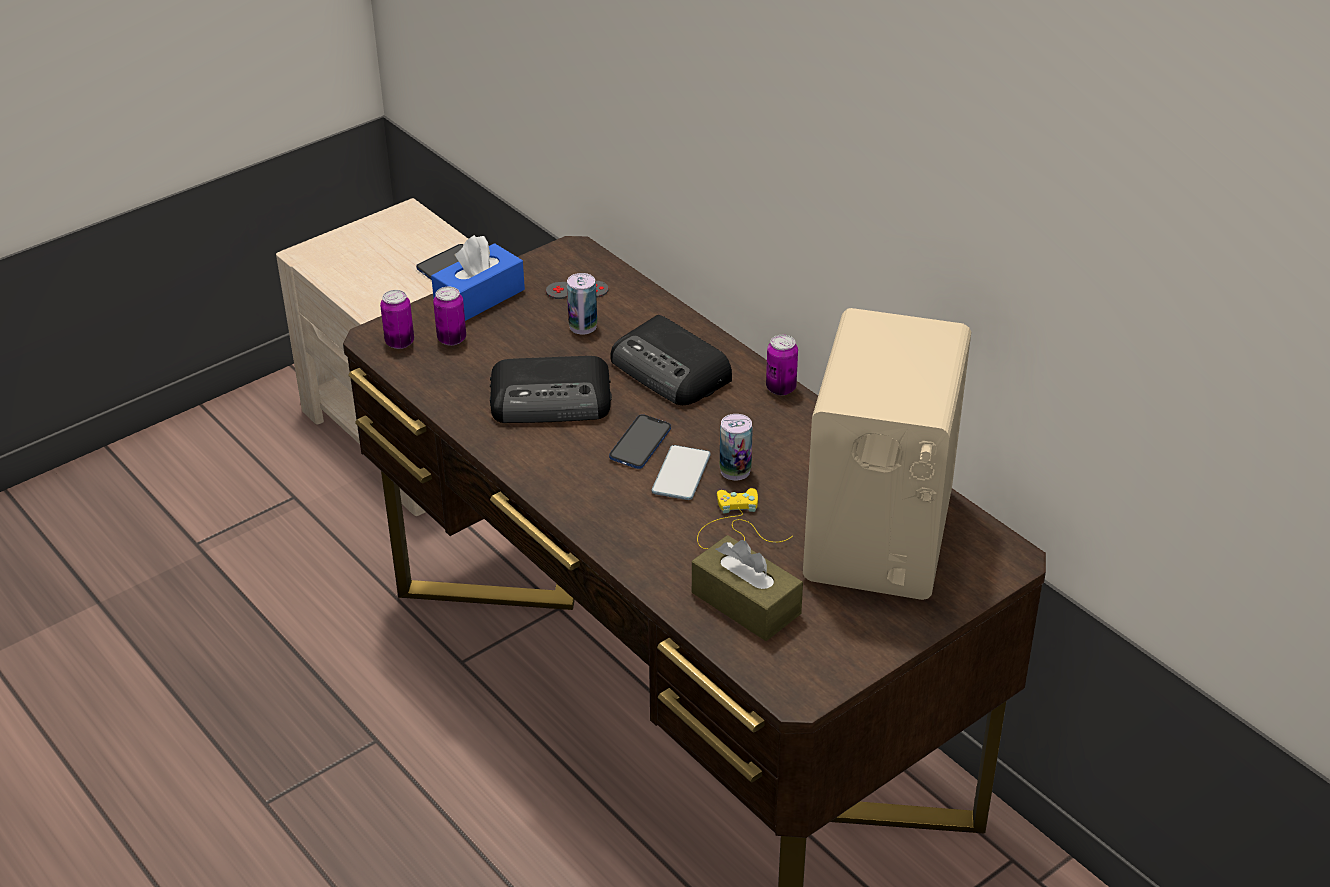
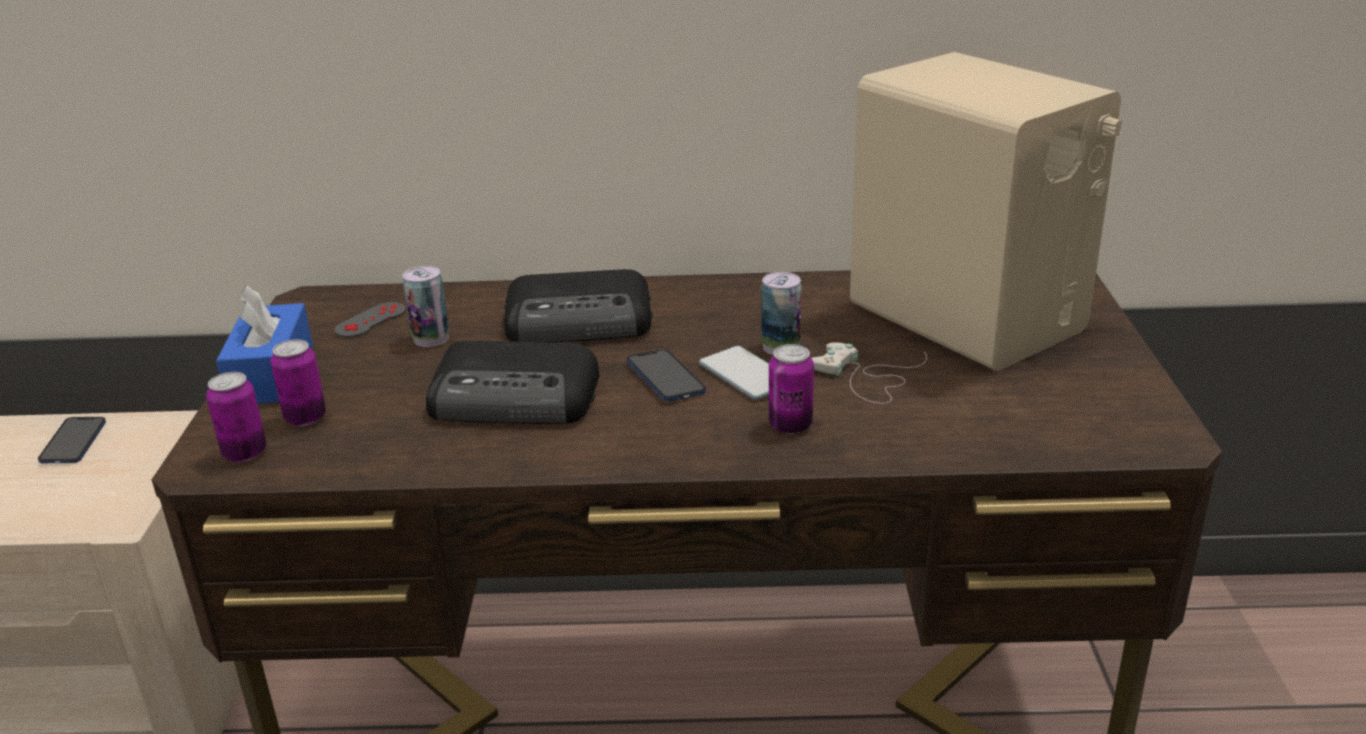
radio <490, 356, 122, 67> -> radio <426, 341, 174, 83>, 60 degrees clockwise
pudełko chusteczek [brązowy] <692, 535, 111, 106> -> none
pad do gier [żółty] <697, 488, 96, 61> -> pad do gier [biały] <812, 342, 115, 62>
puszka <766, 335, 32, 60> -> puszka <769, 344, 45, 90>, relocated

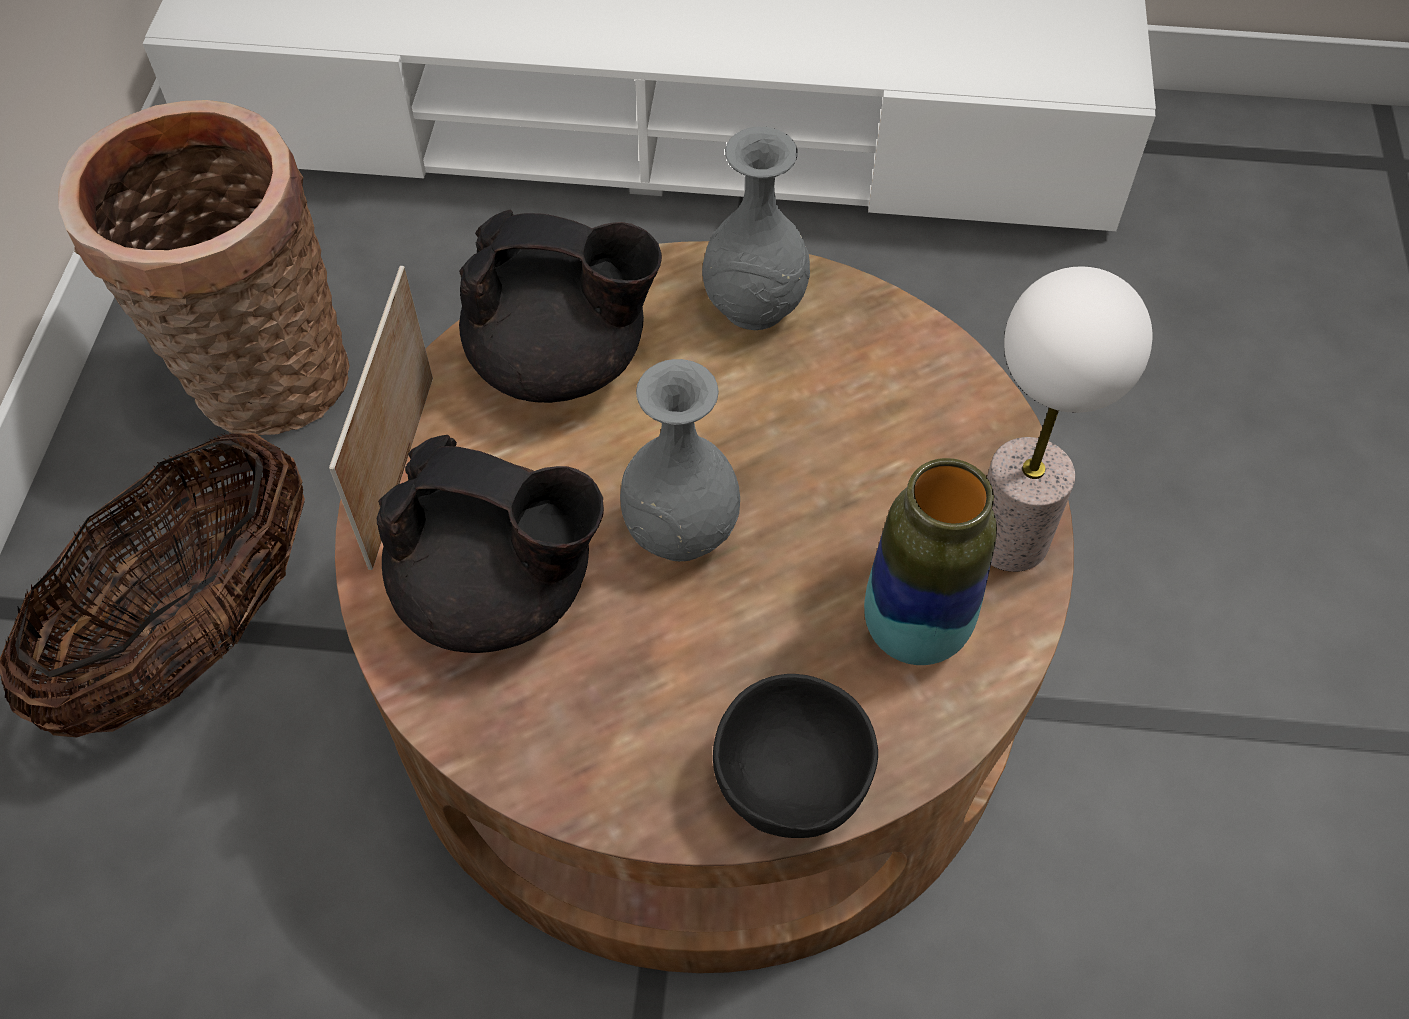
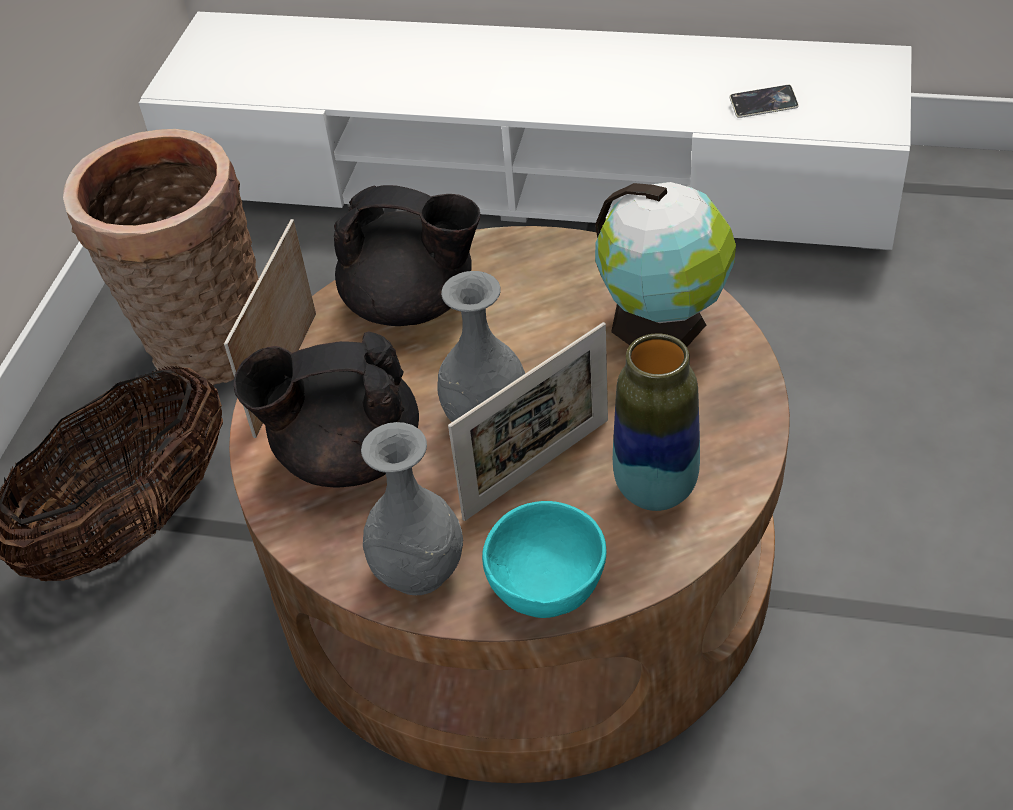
imbryk [czarny] <377, 435, 227, 218> -> imbryk [czarny] <234, 331, 185, 156>, 150 degrees clockwise
wazon [szary] <702, 127, 108, 203> -> wazon [szary] <361, 422, 102, 173>, relocated
miska [czarny] <713, 674, 165, 164> -> miska [turkusowy] <482, 501, 124, 117>
lampa stołowa <987, 266, 166, 306> -> none
none -> ramka na zdjęcie <448, 322, 160, 199>
none -> globus <595, 182, 141, 165>
none -> telefon <730, 85, 69, 33>

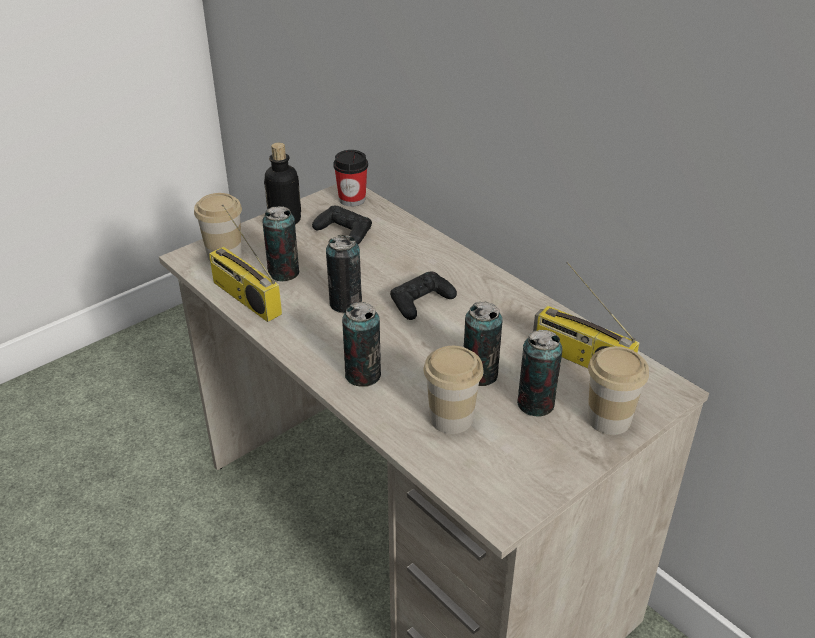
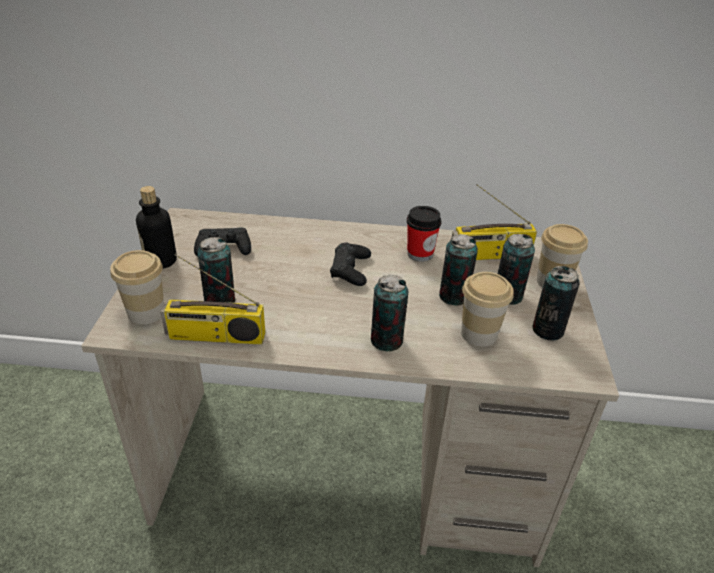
puszka <326, 235, 36, 78> -> puszka <533, 266, 47, 75>, relocated
filiżanka <333, 150, 35, 57> -> filiżanka <407, 206, 35, 56>, relocated

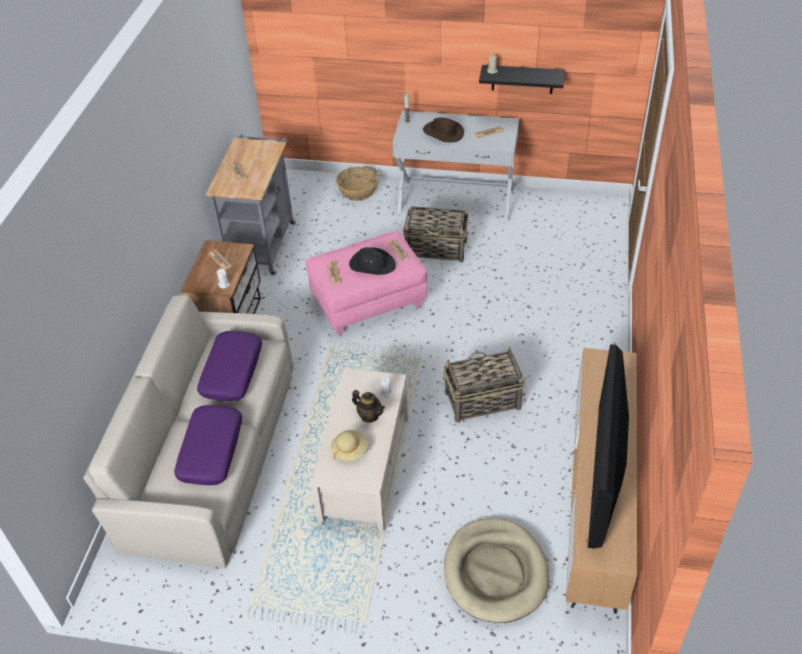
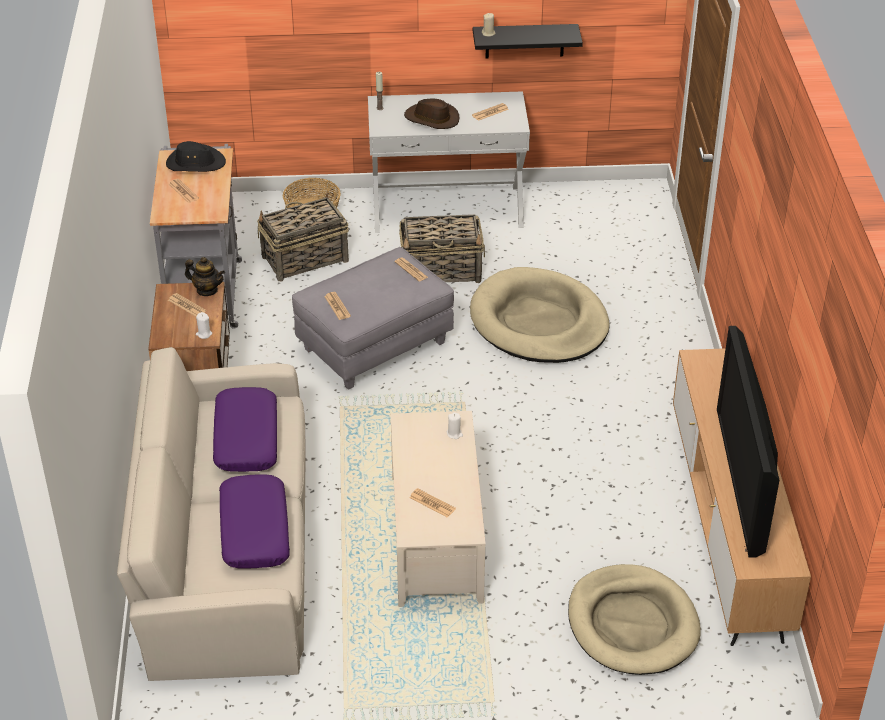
pufa [różowy] <306, 230, 121, 106> -> pufa [szary] <292, 247, 162, 143>
kapelusz [beżowy] <331, 430, 37, 31> -> gazeta <409, 488, 47, 30>
kapelusz [czarny] <349, 247, 47, 28> -> kapelusz [czarny] <166, 141, 60, 31>, relocated
imbryk <352, 390, 33, 33> -> imbryk <185, 257, 40, 39>, relocated
koszyk <443, 347, 82, 76> -> koszyk <257, 193, 92, 88>, relocated
none -> legowisko [beżowy] <470, 267, 139, 96>

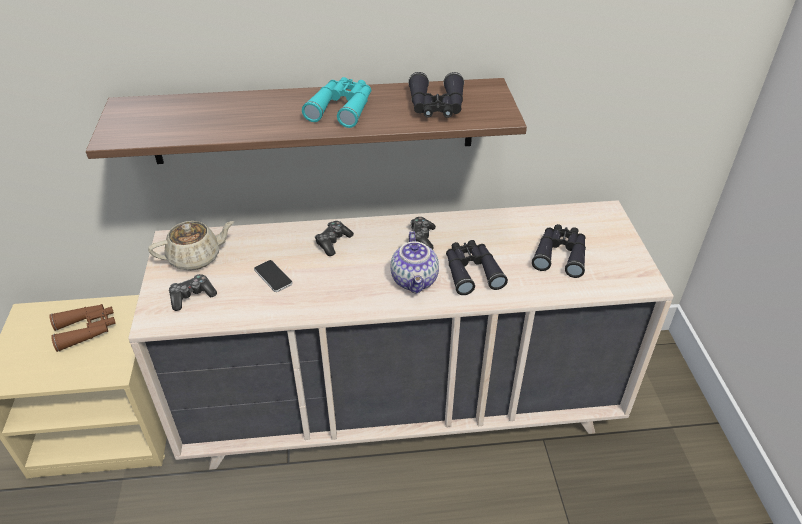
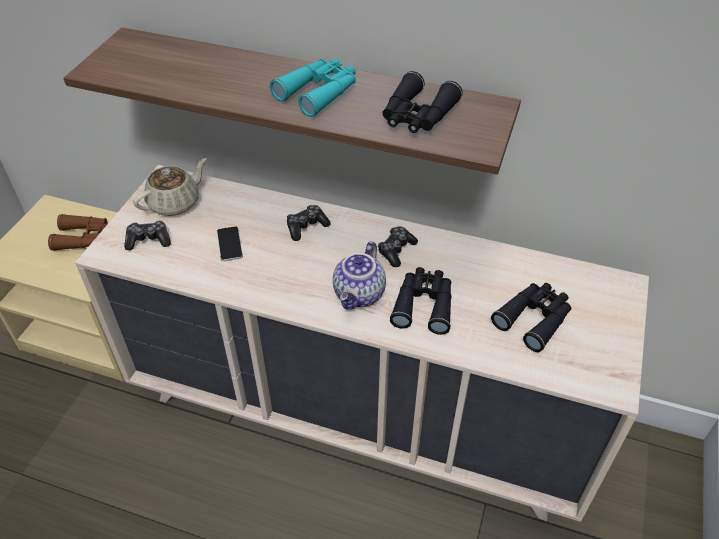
imbryk [beżowy] <148, 221, 87, 50> -> imbryk [beżowy] <133, 158, 74, 58>, 45 degrees counterclockwise

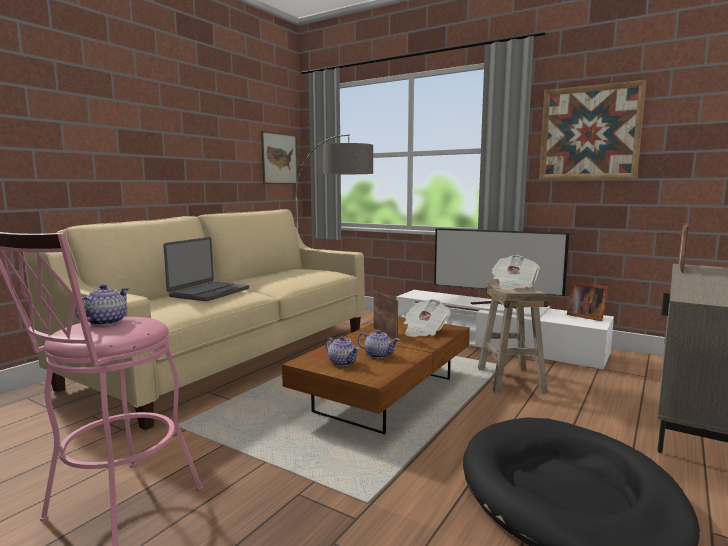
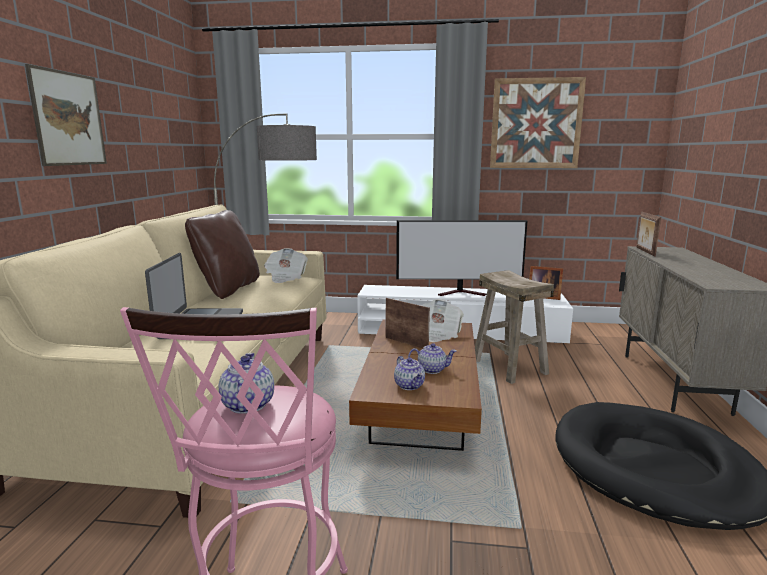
obraz <261, 131, 37, 53> -> obraz <25, 64, 82, 102>, relocated
imbryk <326, 336, 33, 30> -> imbryk <394, 356, 31, 34>, 45 degrees clockwise
gazeta <491, 255, 49, 35> -> gazeta <264, 248, 44, 35>, relocated
none -> poduszka [brązowy] <185, 210, 75, 89>

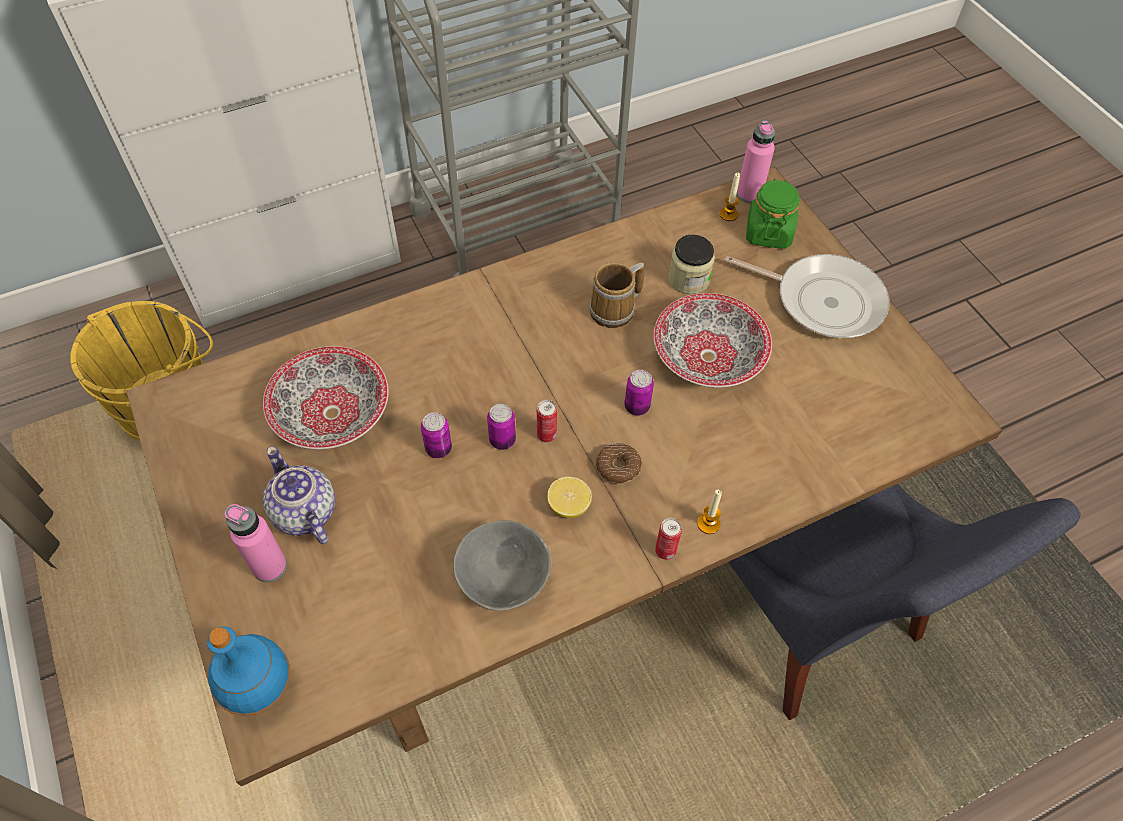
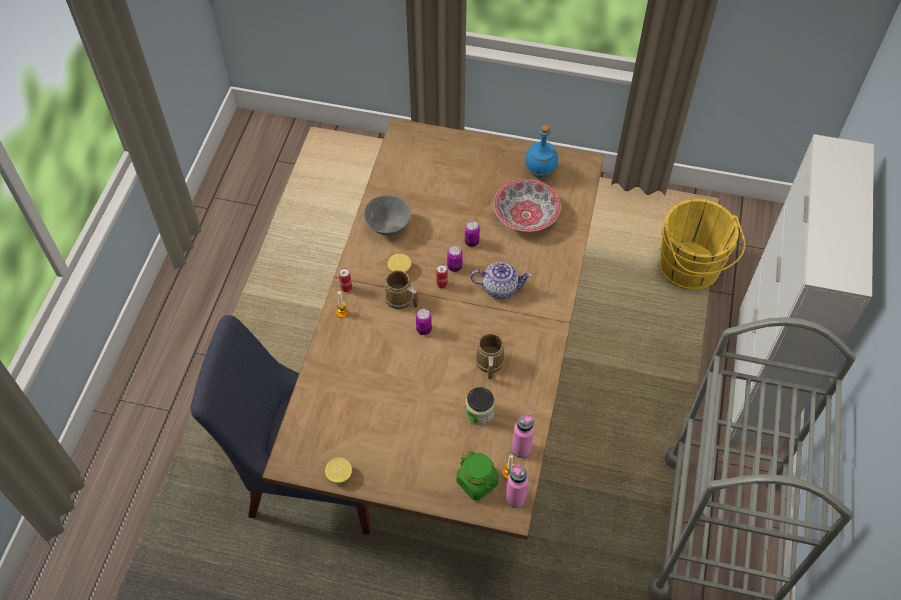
butelka [niebieski] <207, 626, 83, 90> -> butelka [niebieski] <524, 125, 34, 53>, relocated
butelka [różowy] <225, 504, 62, 78> -> butelka [różowy] <512, 414, 22, 44>, relocated
imbryk <263, 446, 72, 98> -> imbryk <470, 262, 62, 37>, relocated
donut <596, 443, 46, 41> -> kubek <385, 270, 33, 39>
miska <653, 293, 119, 95> -> none
patelnia <725, 254, 165, 84> -> none
none -> cytryna <325, 458, 27, 26>

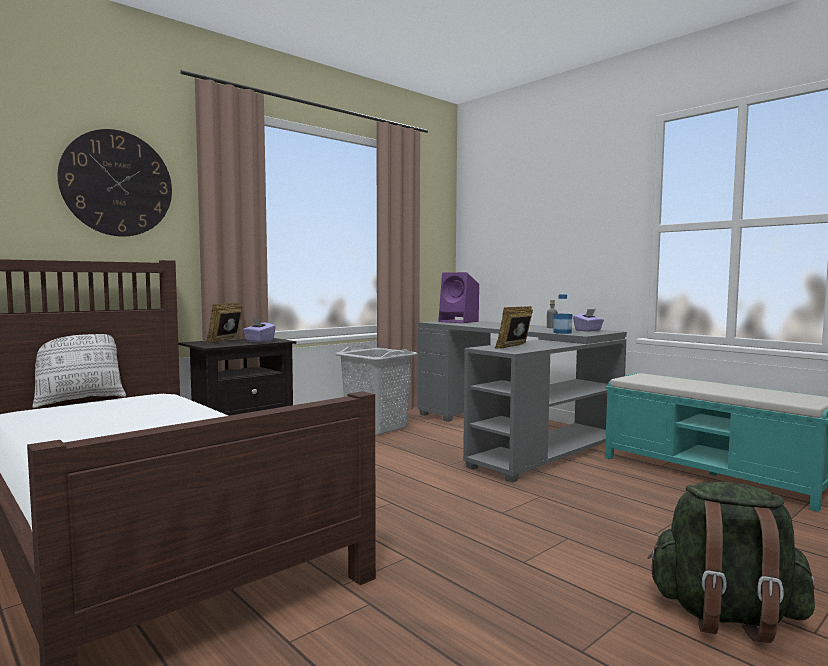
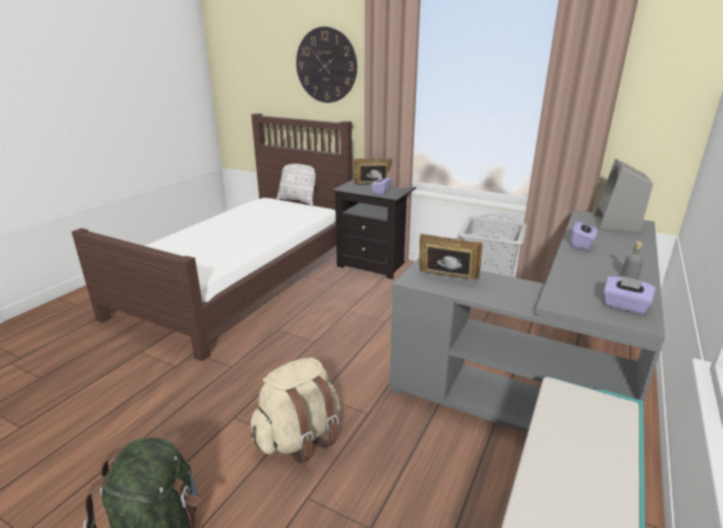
głośnik [fioletowy] <438, 272, 41, 51> -> głośnik [szary] <594, 159, 59, 74>
butelka <553, 294, 19, 40> -> none
none -> plecak [beżowy] <251, 358, 89, 106>
none -> pudełko chusteczek [fioletowy] <571, 220, 27, 30>

